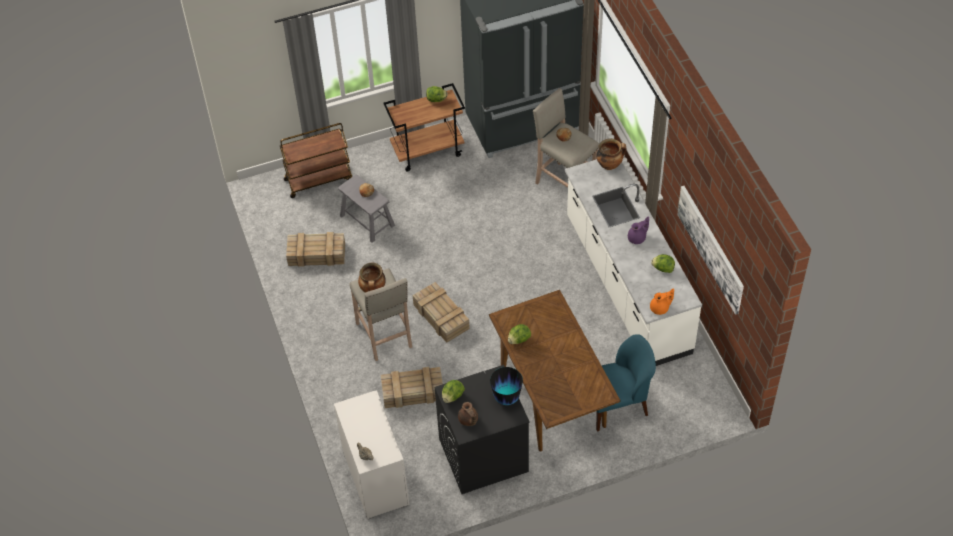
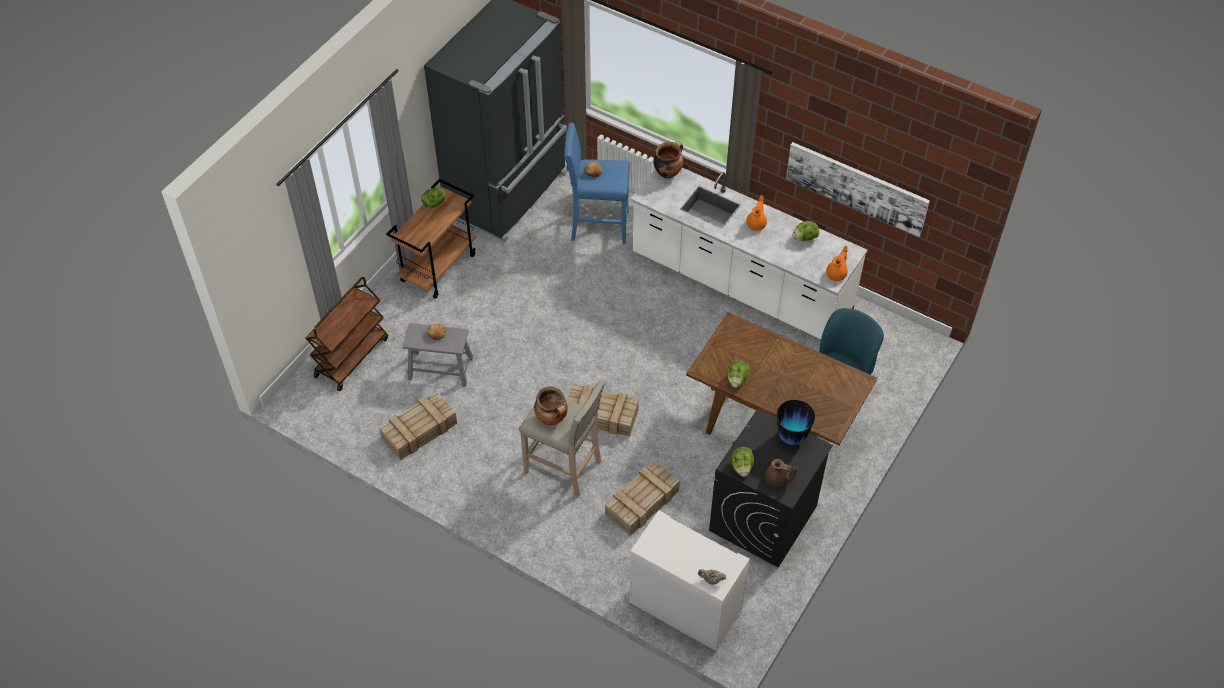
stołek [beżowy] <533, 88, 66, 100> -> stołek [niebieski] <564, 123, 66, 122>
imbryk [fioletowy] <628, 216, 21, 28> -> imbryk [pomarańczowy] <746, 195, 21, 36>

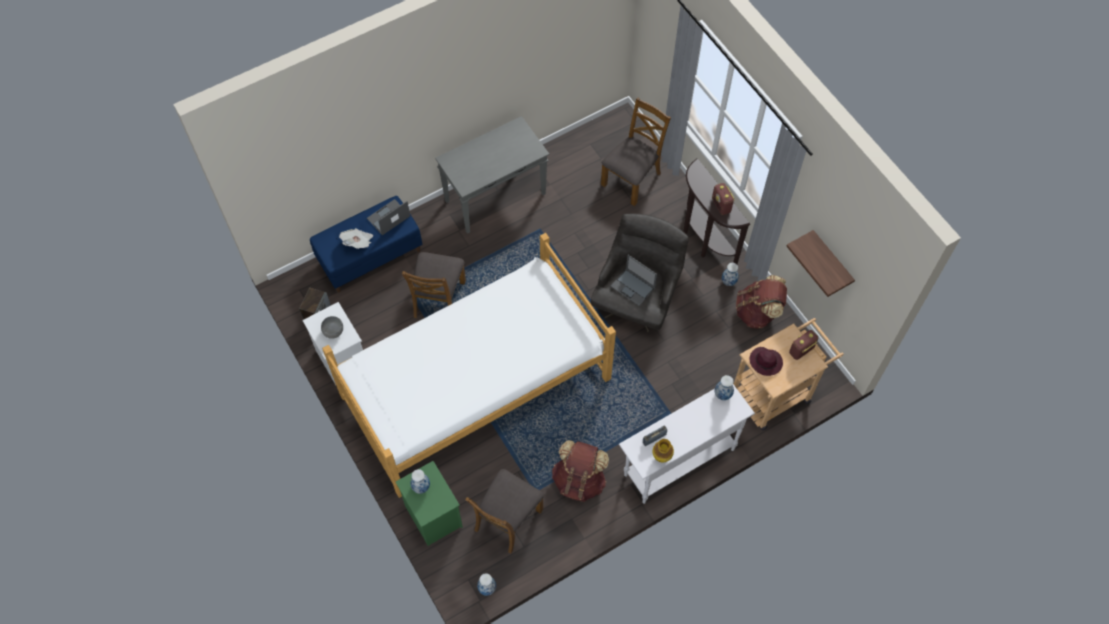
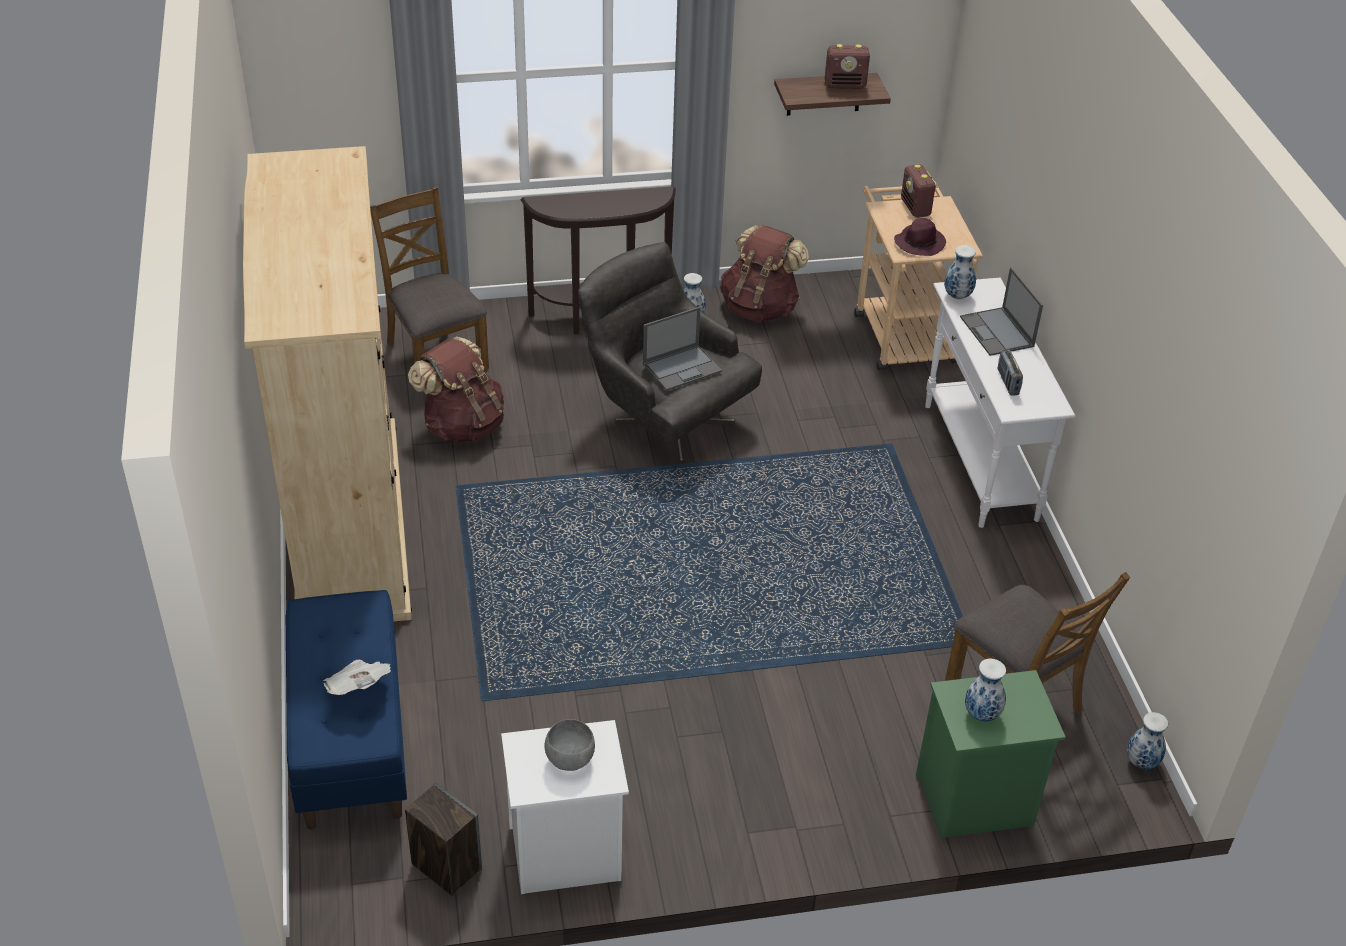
łóżko <322, 233, 294, 265> -> none
laptop <367, 199, 43, 36> -> laptop <960, 267, 83, 89>, relocated
krzesło [brązowy] <402, 252, 64, 66> -> none
stolik konsolowy [szary] <435, 116, 114, 118> -> szafa [beżowy] <243, 146, 169, 476>
plecak [brązowy] <552, 440, 57, 62> -> plecak [brązowy] <408, 337, 96, 105>, relocated
wazon <653, 439, 21, 24> -> none
radio <712, 183, 23, 32> -> radio <825, 44, 45, 45>, relocated

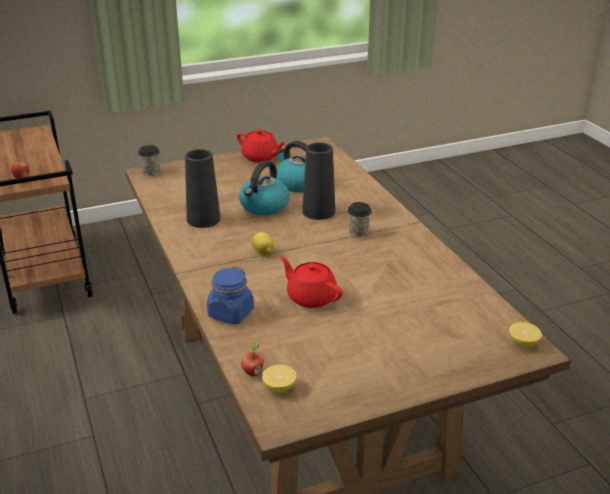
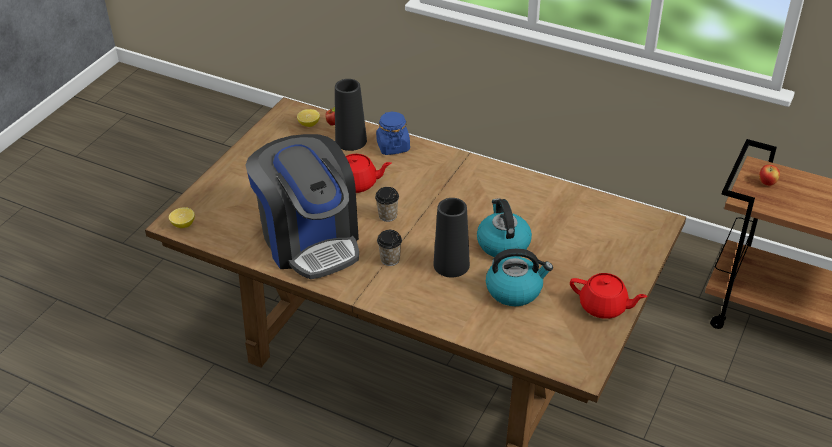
filiżanka <138, 145, 21, 31> -> filiżanka <375, 187, 24, 35>, relocated
wazon [czarny] <185, 149, 36, 79> -> wazon [czarny] <335, 79, 32, 72>, relocated
imbryk [czerwony] <237, 129, 49, 33> -> imbryk [czerwony] <570, 273, 78, 46>, 150 degrees counterclockwise
cytryna <252, 232, 22, 23> -> none
none -> ekspres do kawy <245, 134, 114, 145>

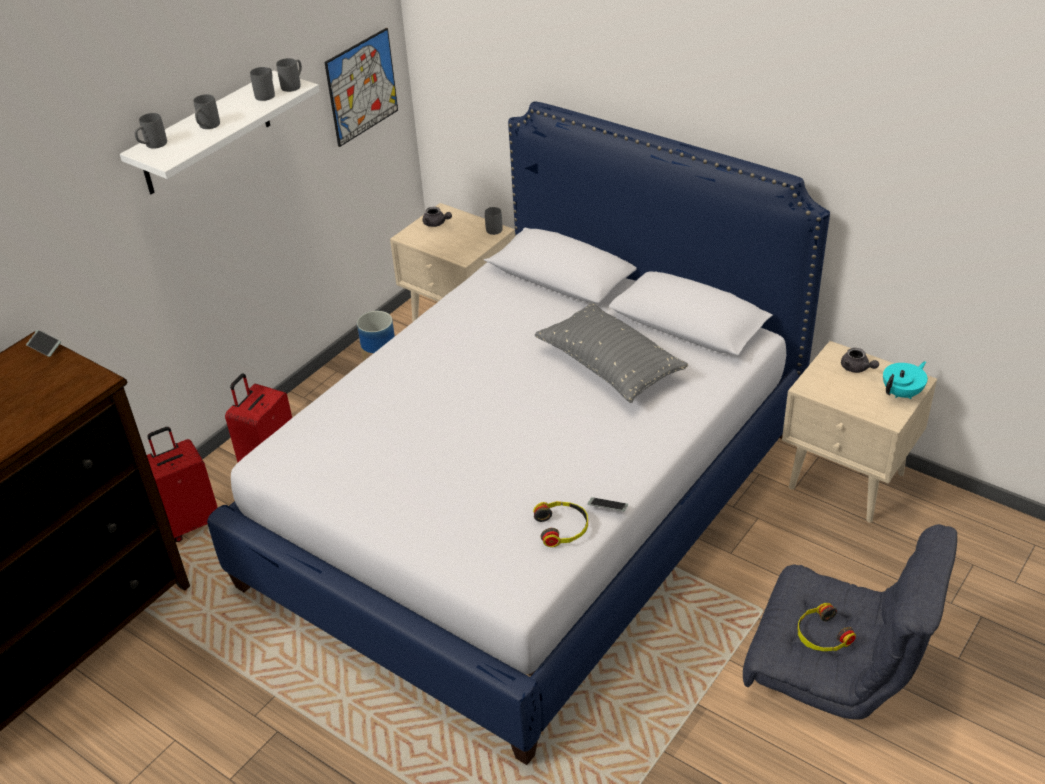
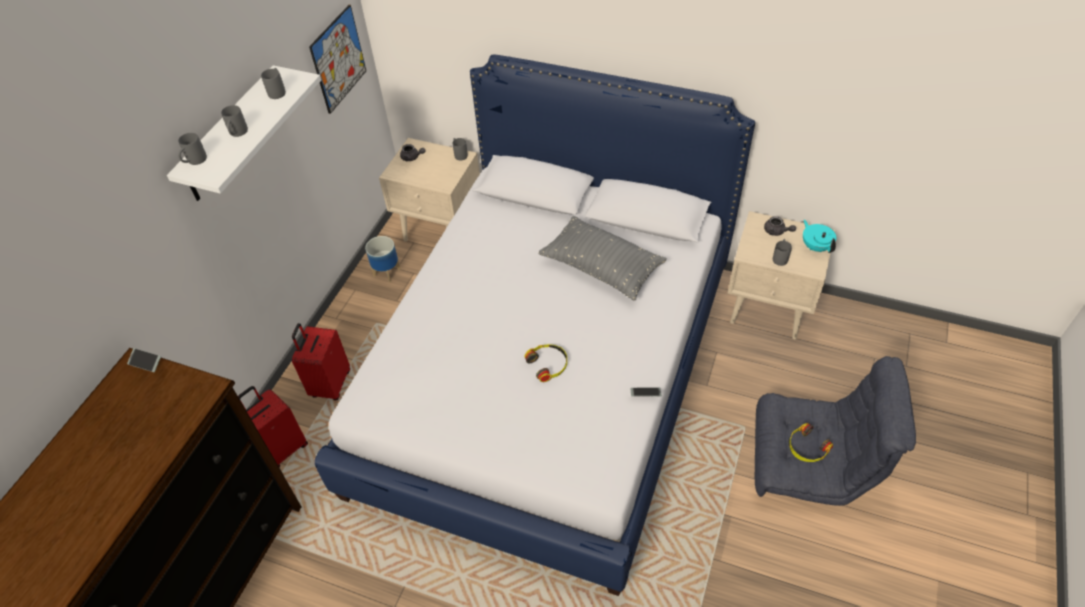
kubek [szary] <276, 58, 26, 34> -> kubek [szary] <773, 239, 19, 27>, relocated
słuchawki <533, 501, 55, 46> -> słuchawki <524, 344, 43, 38>, relocated
imbryk [turkusowy] <883, 361, 45, 38> -> imbryk [turkusowy] <803, 220, 33, 33>, 60 degrees counterclockwise

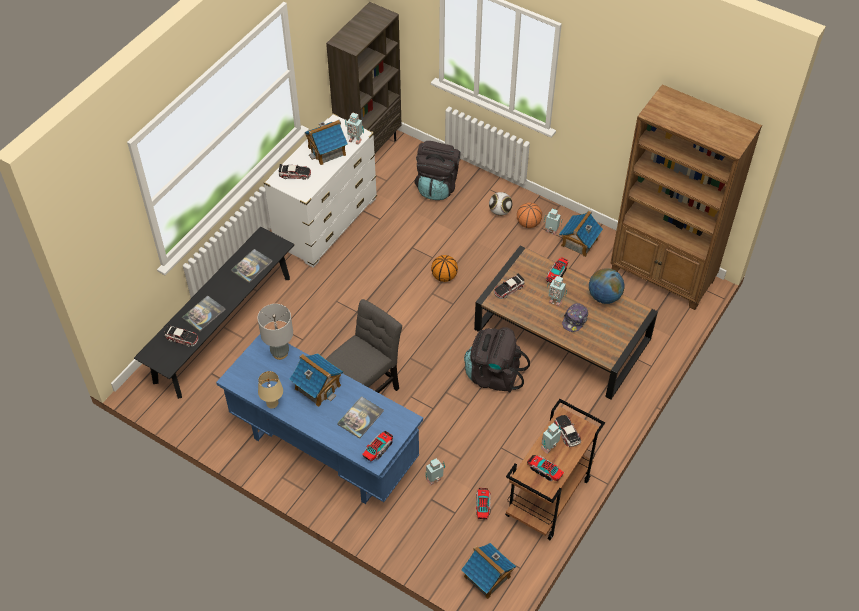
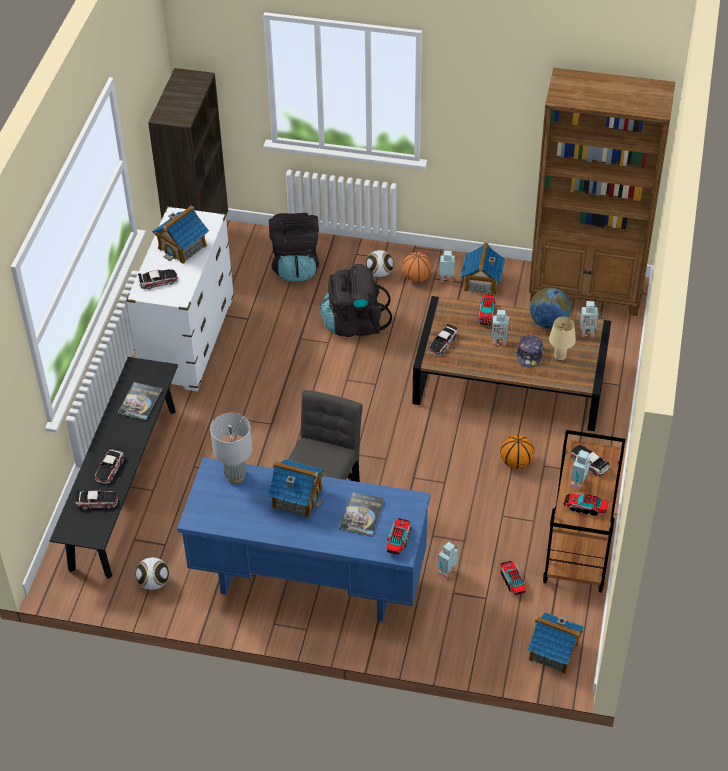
książka <182, 295, 44, 36> -> samochodzik <95, 446, 29, 38>
lampa stołowa [beżowy] <258, 371, 25, 38> -> lampa stołowa [beżowy] <549, 317, 27, 44>, relocated
robot zabawkowy <345, 112, 19, 33> -> robot zabawkowy <577, 301, 24, 36>, relocated
piłka do koszykówki <431, 255, 27, 27> -> piłka do koszykówki <500, 435, 34, 34>, relocated
plecak [czarny] <464, 327, 66, 65> -> plecak [czarny] <320, 264, 72, 73>, relocated
none -> piłka futbolowa <136, 557, 33, 33>

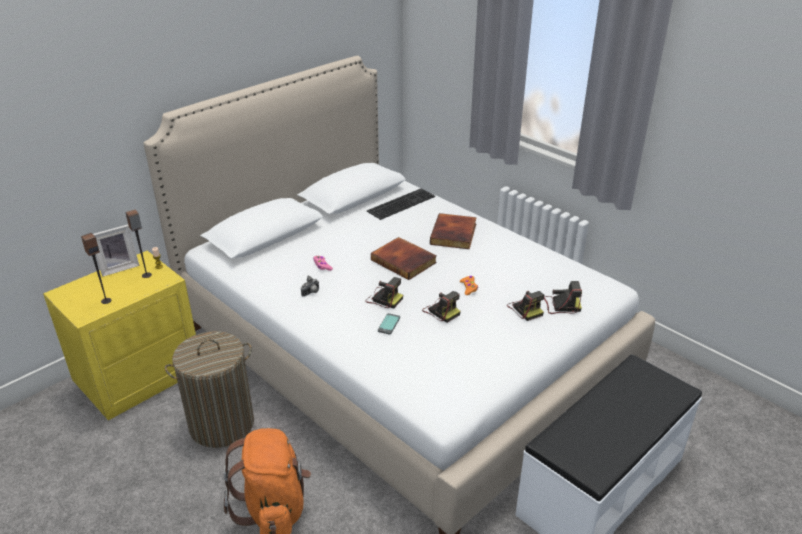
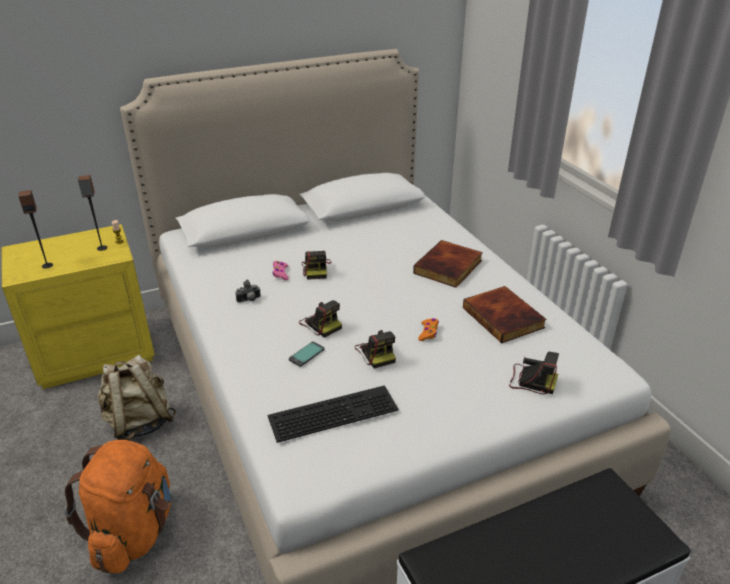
ramka na zdjęcie <93, 225, 46, 52> -> none
kosz na pranie <165, 331, 89, 117> -> plecak [beżowy] <98, 355, 78, 85>
klawiatura <367, 188, 68, 32> -> klawiatura <268, 385, 131, 58>, relocated
książka <371, 237, 66, 43> -> książka <463, 286, 83, 57>, relocated
aparat fotograficzny <507, 291, 37, 30> -> aparat fotograficzny <302, 251, 30, 29>, relocated

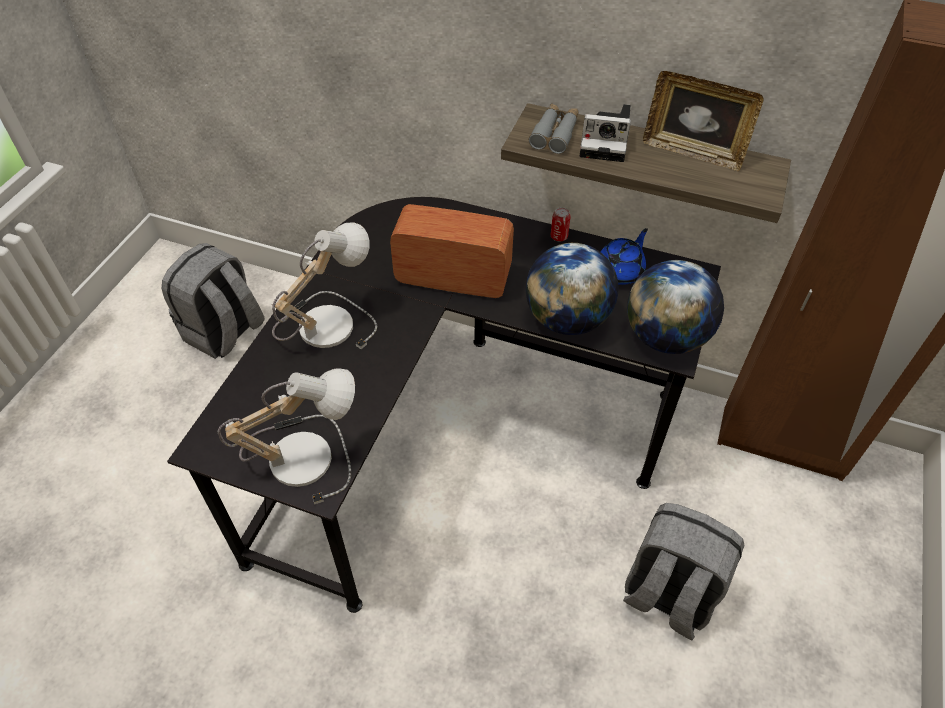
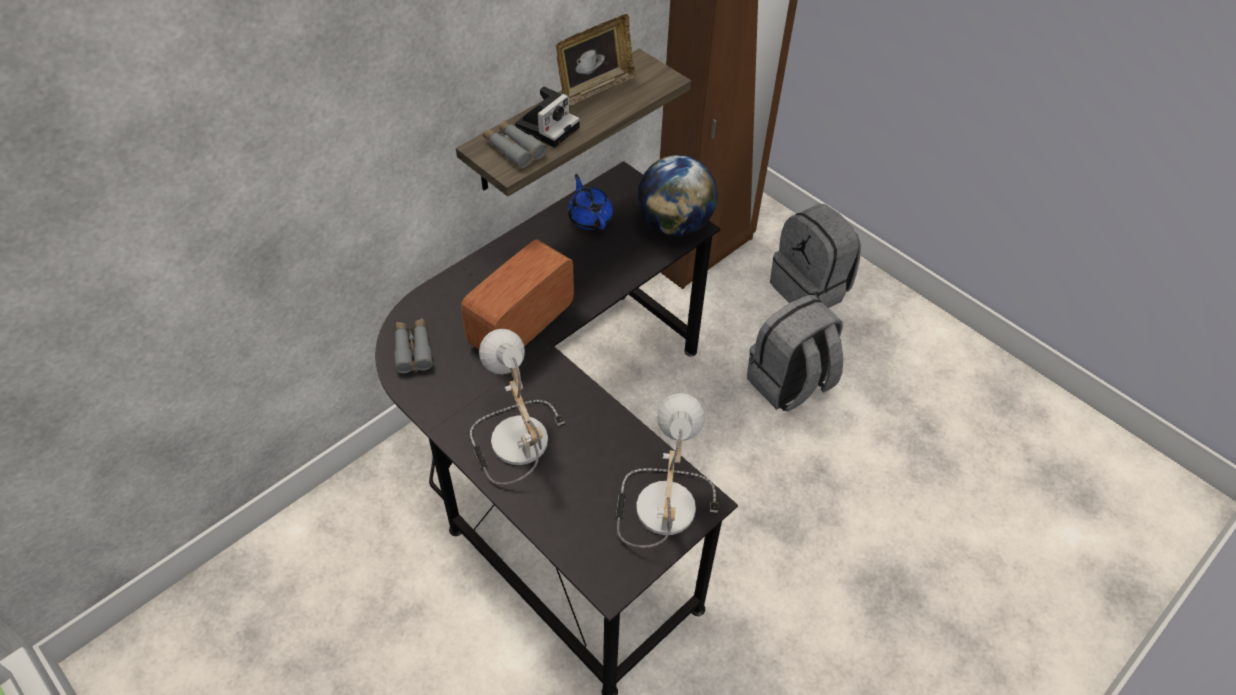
plecak [szary] <162, 243, 102, 116> -> plecak [szary] <770, 204, 91, 104>, relocated
globus <526, 243, 93, 92> -> none
puszka <551, 207, 20, 34> -> none
none -> lornetka [szary] <394, 318, 39, 55>

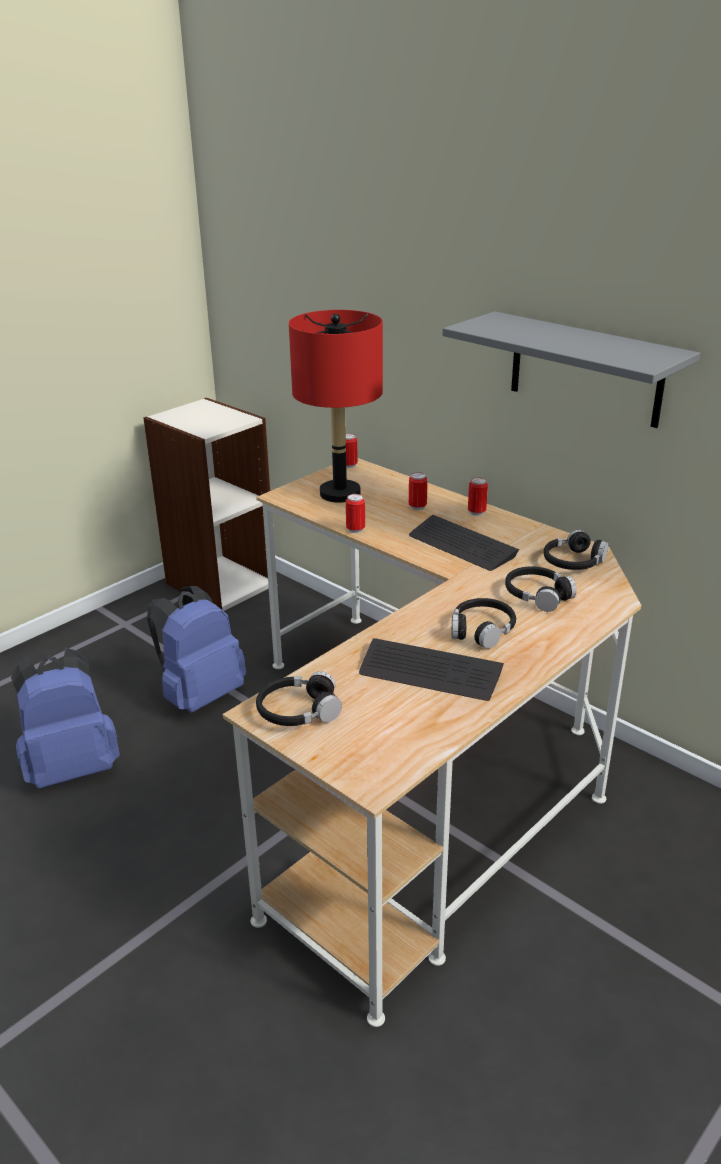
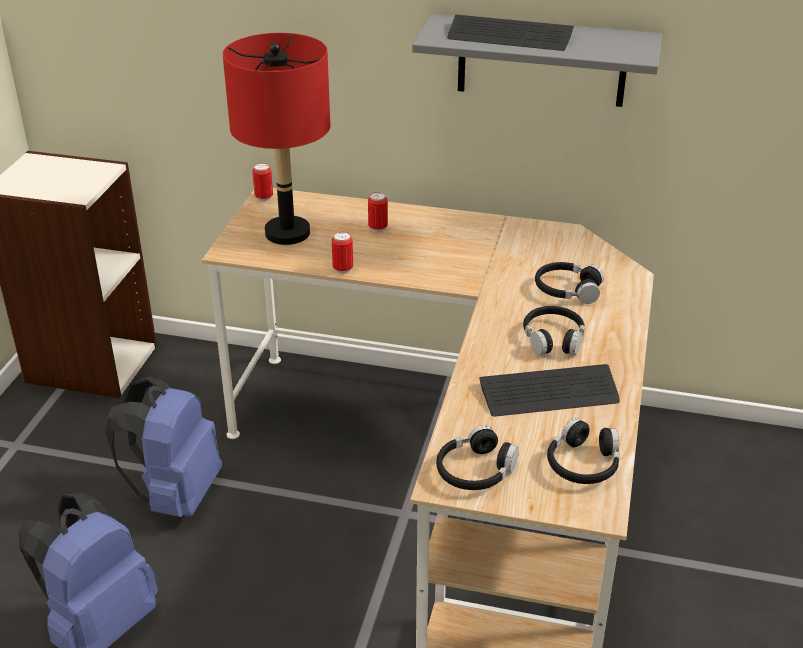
klawiatura <409, 515, 110, 56> -> klawiatura <448, 15, 126, 36>, relocated
puszka <468, 477, 20, 39> -> none
słuchawki [czarny] <543, 530, 65, 40> -> słuchawki [czarny] <547, 418, 72, 66>, relocated

